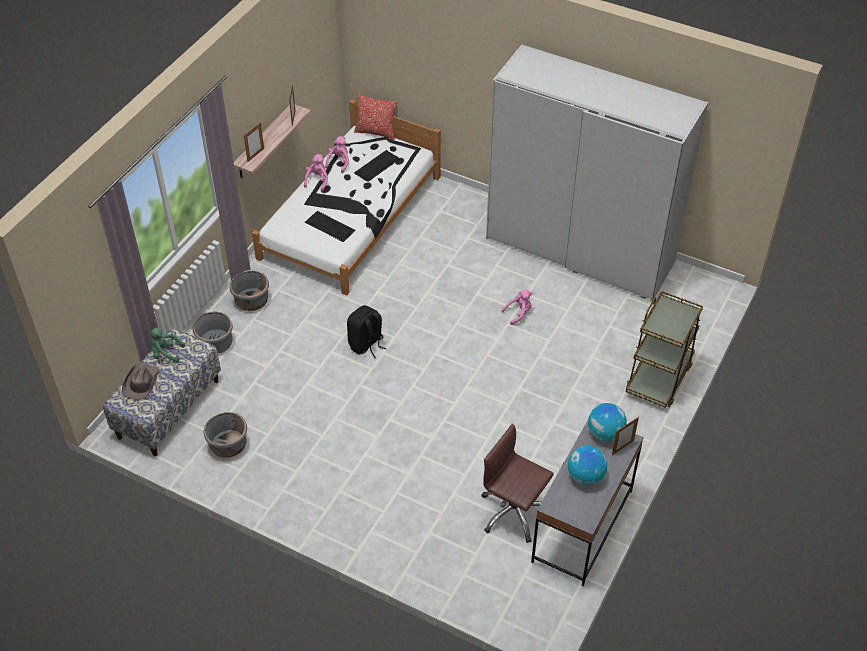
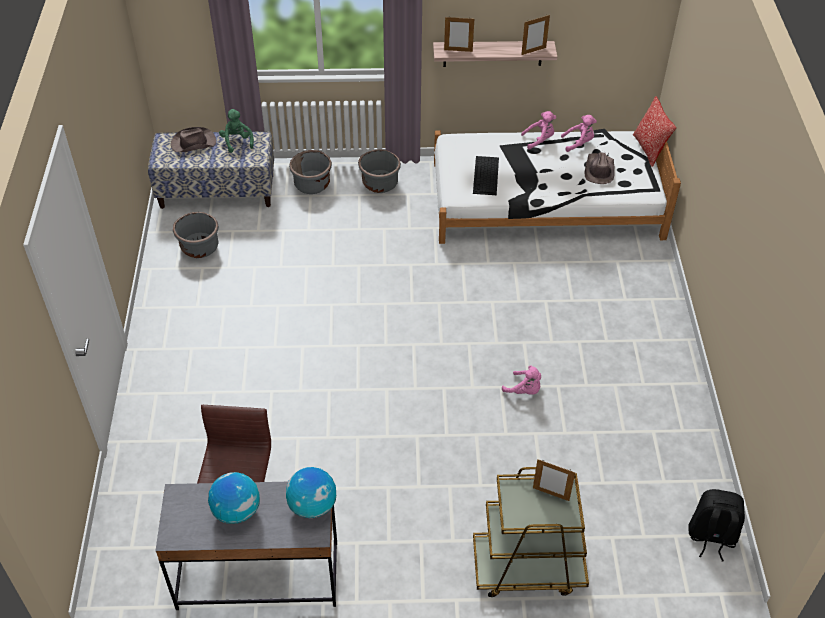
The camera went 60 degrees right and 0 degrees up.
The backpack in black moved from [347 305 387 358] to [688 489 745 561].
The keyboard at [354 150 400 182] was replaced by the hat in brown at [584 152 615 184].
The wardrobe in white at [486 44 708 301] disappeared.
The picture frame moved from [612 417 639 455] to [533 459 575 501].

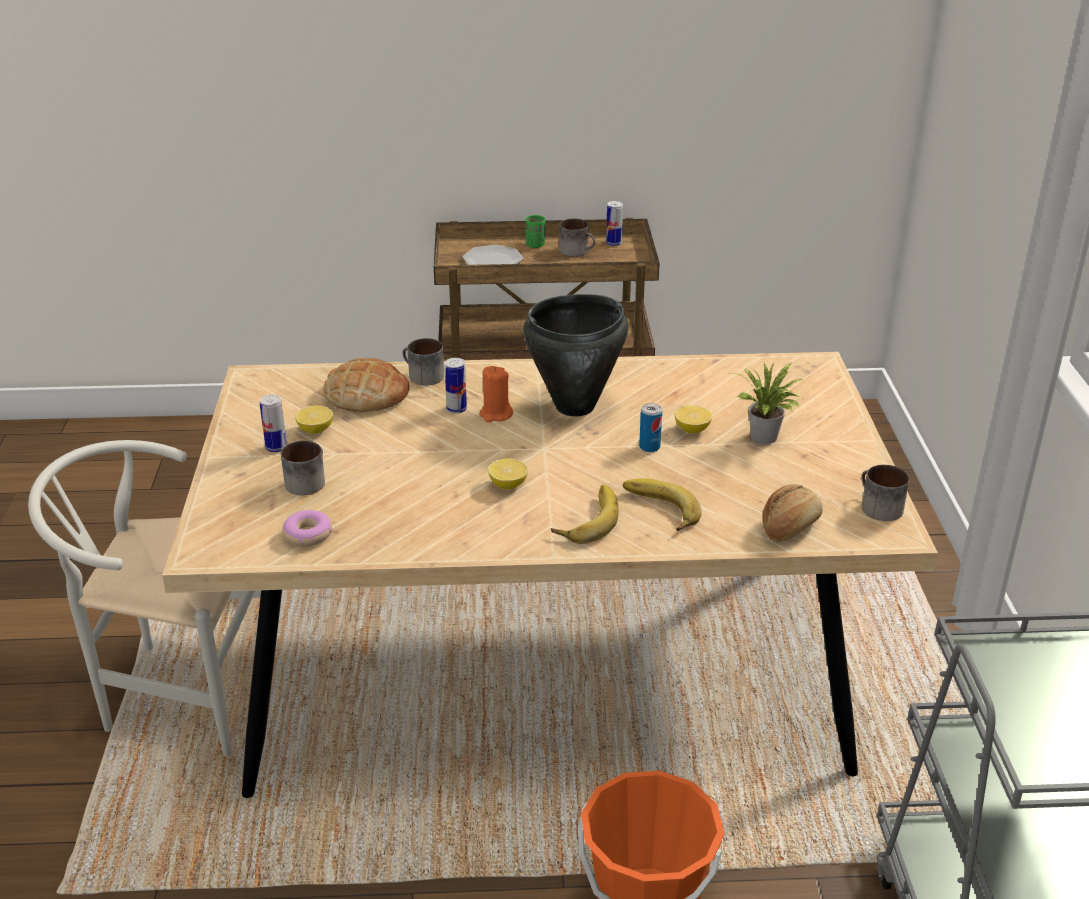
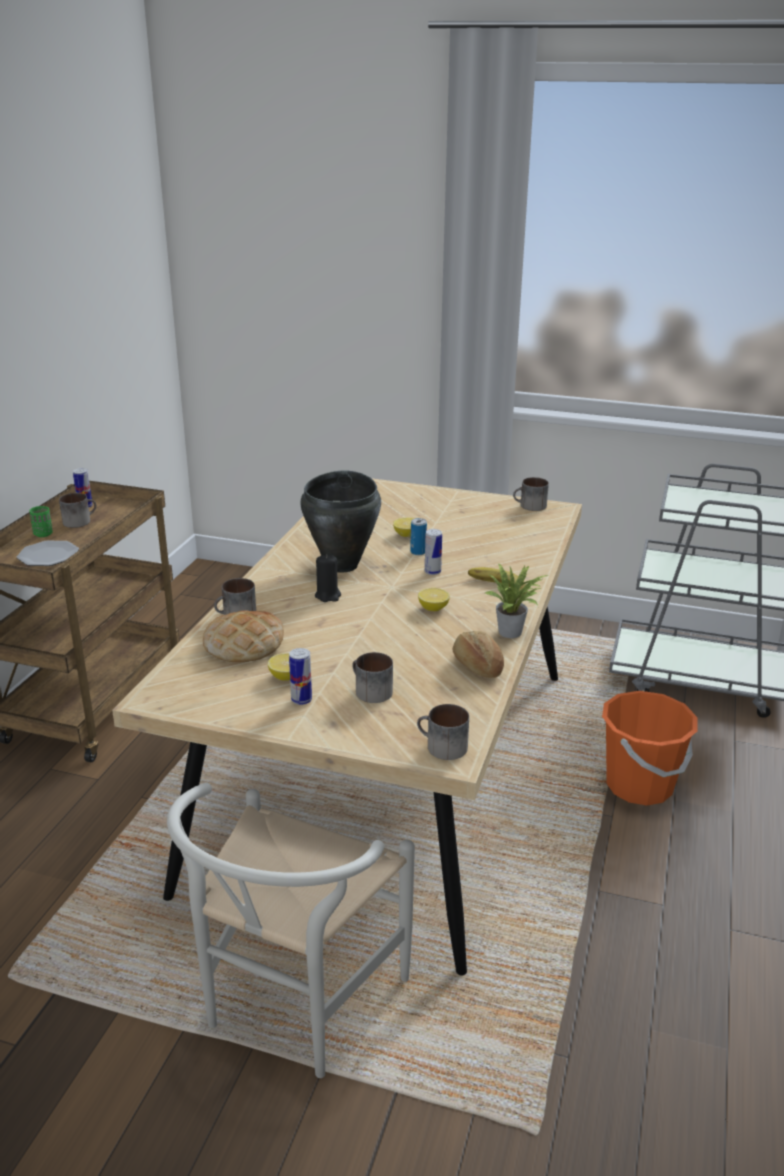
The camera went 70 degrees left and 5 degrees down.
The donut at [282 510 332 546] disappeared.
The can moved from [445 358 467 414] to [425 529 442 575].
The candle in orange at [479 366 513 423] became the candle in black at [315 554 341 602].
The banana at [623 478 702 531] disappeared.
The potted plant moved from [732 362 804 444] to [485 563 548 638].
The bread moved from [763 484 823 542] to [452 631 504 678].
The mug at [417 704 469 760] appeared.

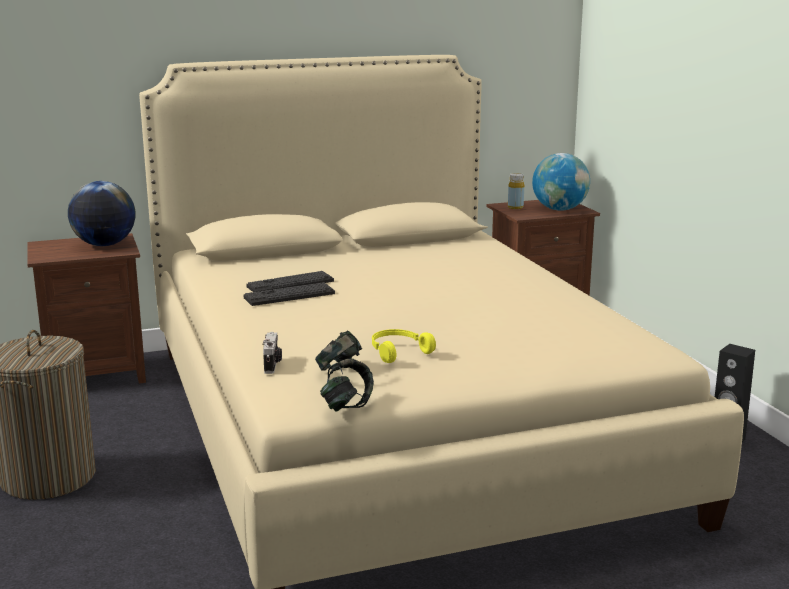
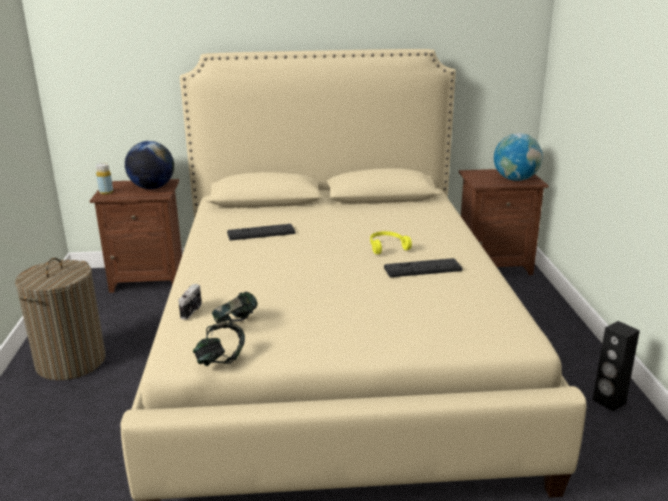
The camera went 15 degrees right and 5 degrees up.
The keyboard moved from [244 282 335 306] to [384 258 462 277].
The headphones in yellow moved from [372 329 436 363] to [370 231 412 254].
The bottle in yellow moved from [508 173 524 209] to [96 163 113 195].

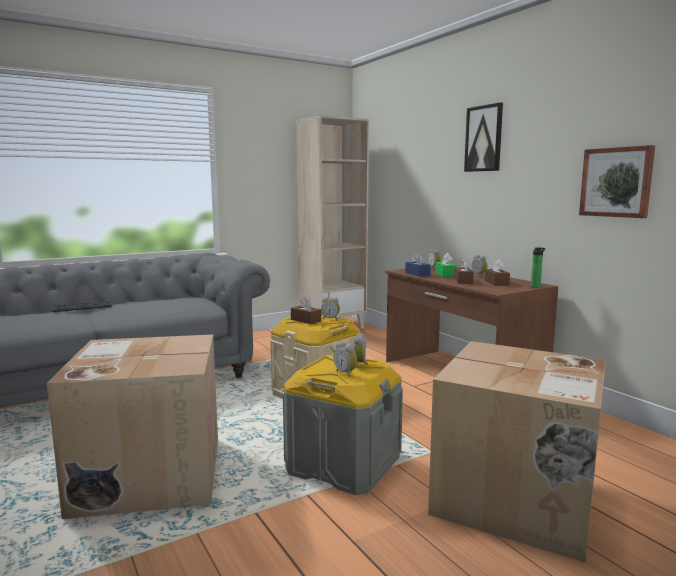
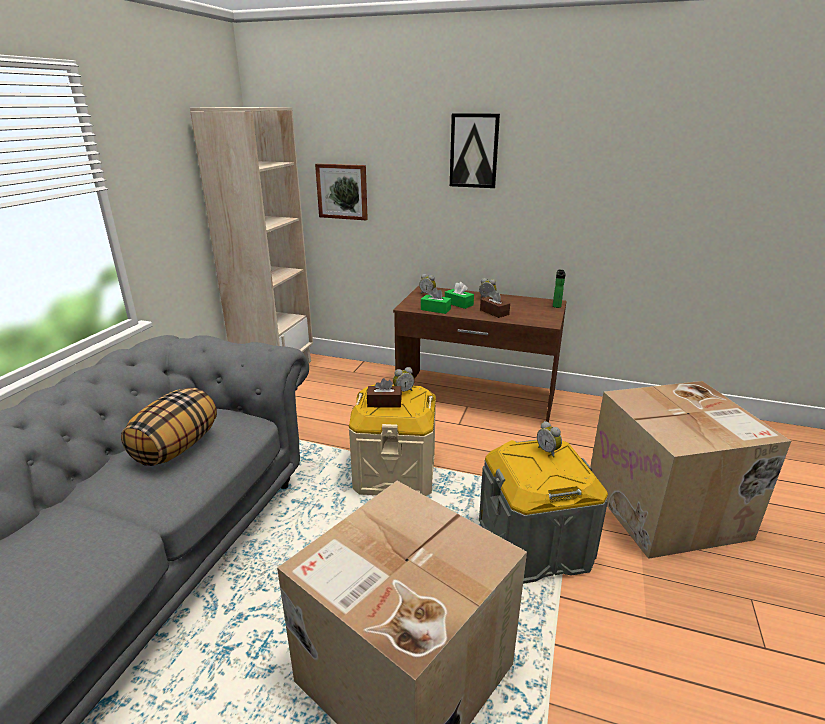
The camera went 40 degrees left and 15 degrees up.
The keyboard at [52 301 112 312] disappeared.
The alarm clock at [334 341 357 377] disappeared.
The tissue box in blue at [405 253 431 277] became the tissue box in green at [421 288 451 314].
The tissue box in brown at [485 259 510 286] disappeared.
The picture moved from [579 145 655 218] to [315 163 368 220].
The pillow at [121 388 217 466] appeared.

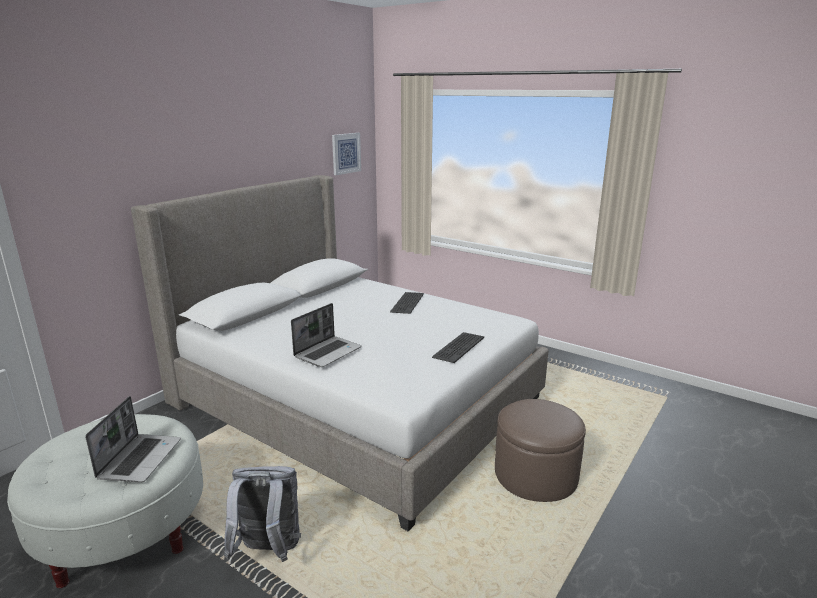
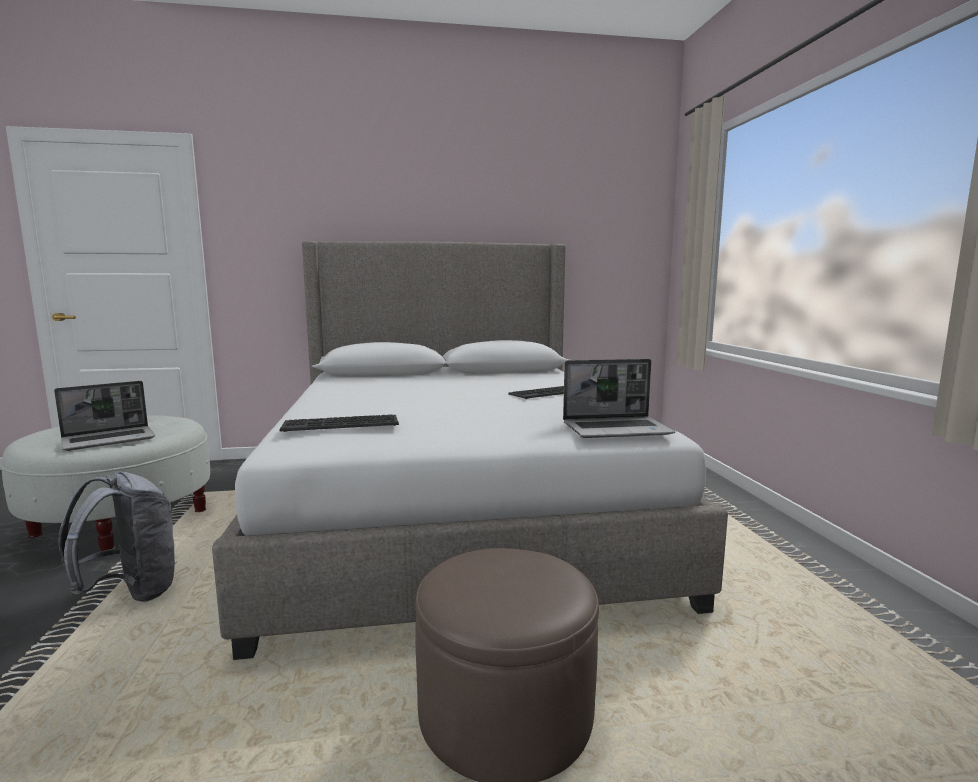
The camera went 45 degrees right and 10 degrees down.
The laptop moved from [291 303 362 367] to [563 359 675 438].
The picture at [332 133 361 175] disappeared.
The keyboard moved from [432 332 484 363] to [279 414 399 432].

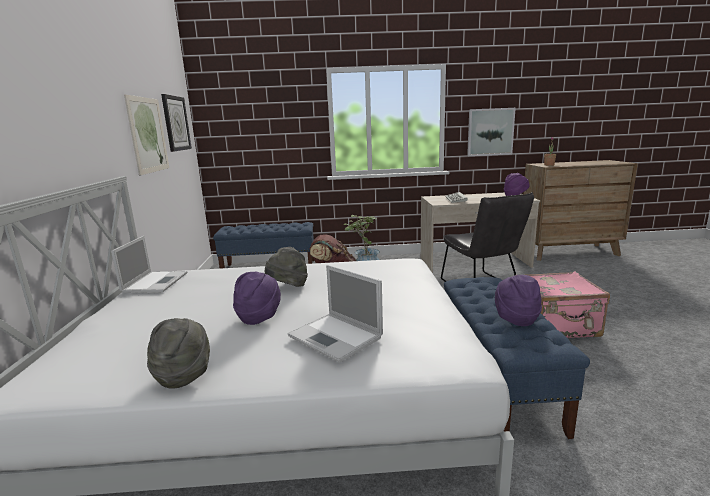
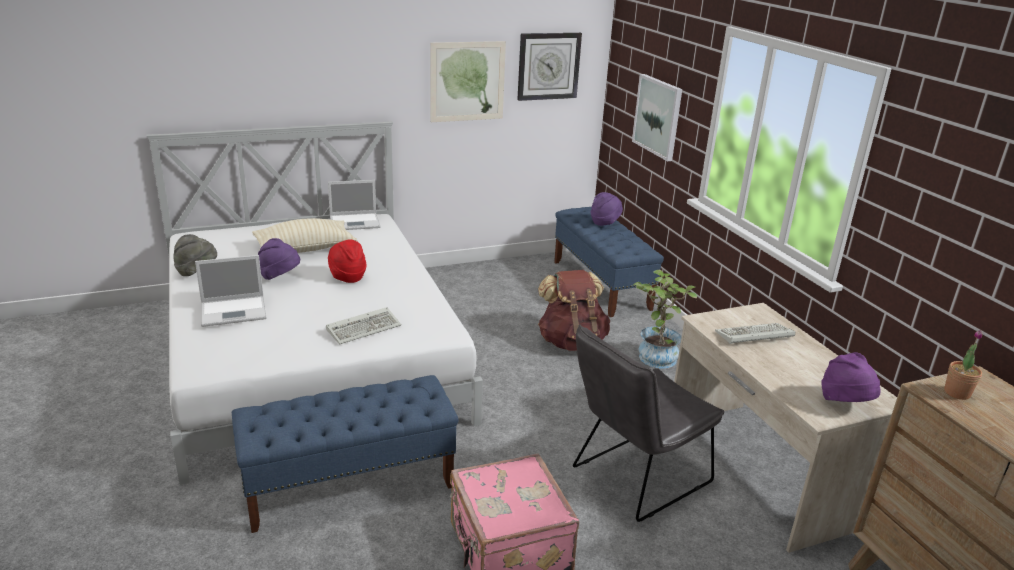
The camera went 70 degrees right and 10 degrees up.
The hat in grey at [265 247 308 287] became the hat in red at [328 239 366 283].
The laptop at [288 265 383 363] turned 135 degrees counterclockwise.
The picture moved from [467 108 516 156] to [632 74 682 161].
The hat in purple moved from [495 275 542 326] to [591 192 623 226].
The pillow in beige at [252 218 357 253] appeared.
The keyboard at [326 307 401 345] appeared.

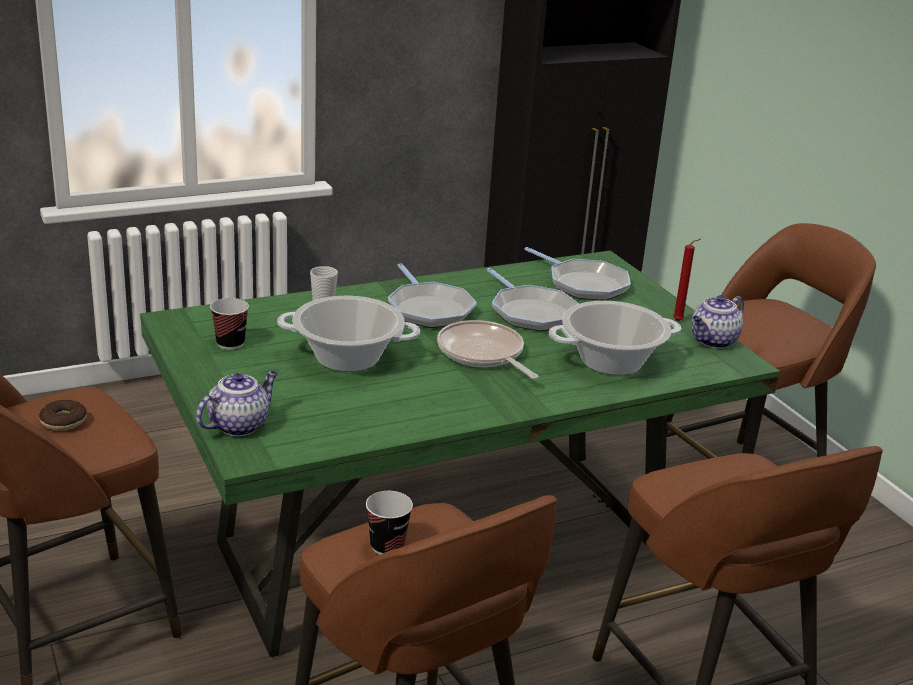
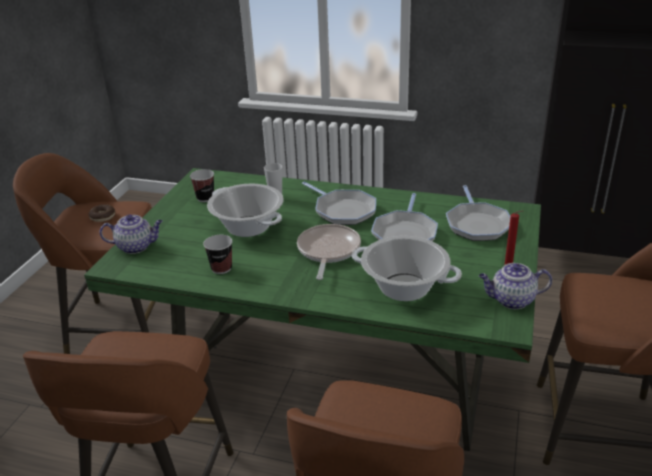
The camera went 45 degrees right and 5 degrees up.
The cup moved from [366 491 413 555] to [203 235 232 274].
The frying pan at [388 263 477 328] turned 60 degrees counterclockwise.

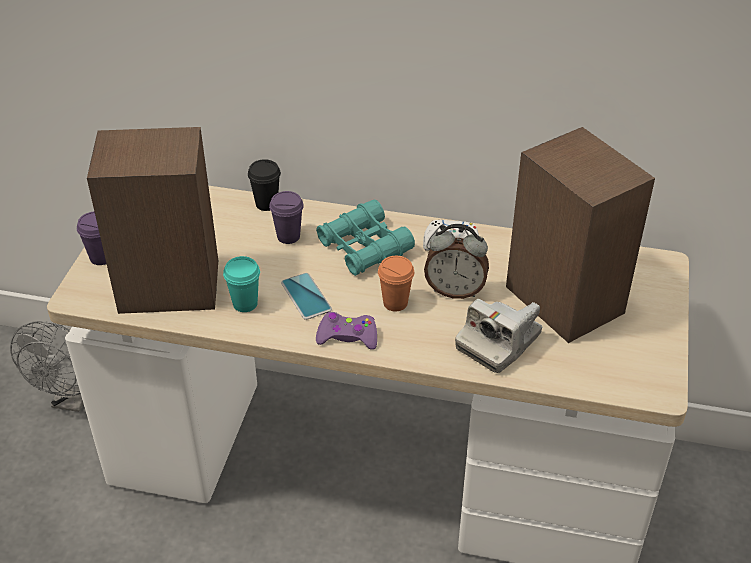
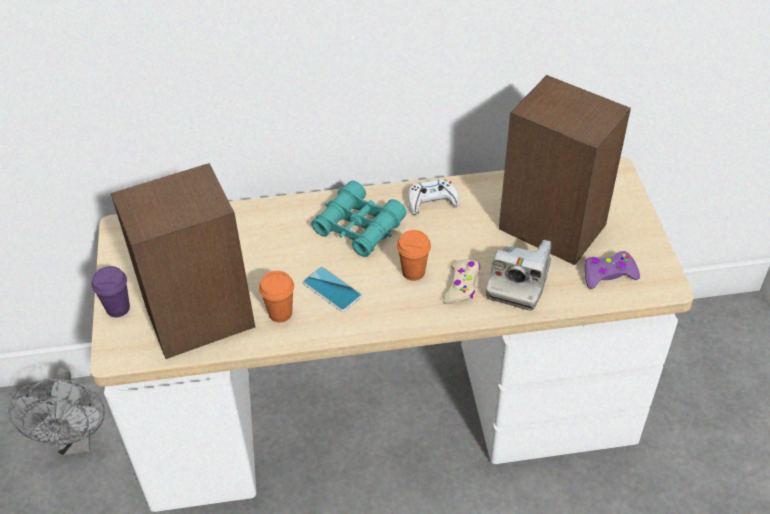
The camera went 20 degrees left and 5 degrees up.
The cup in turquoise at [223 256 260 312] became the cup in orange at [259 271 294 322].
The cup in black at [248 159 281 211] disappeared.
The cup in purple at [269 191 304 244] disappeared.
The game controller in purple moved from [316 312 377 350] to [585 251 640 289].
The alarm clock at [424 224 489 299] disappeared.
The game controller in beige at [443 260 480 304] appeared.

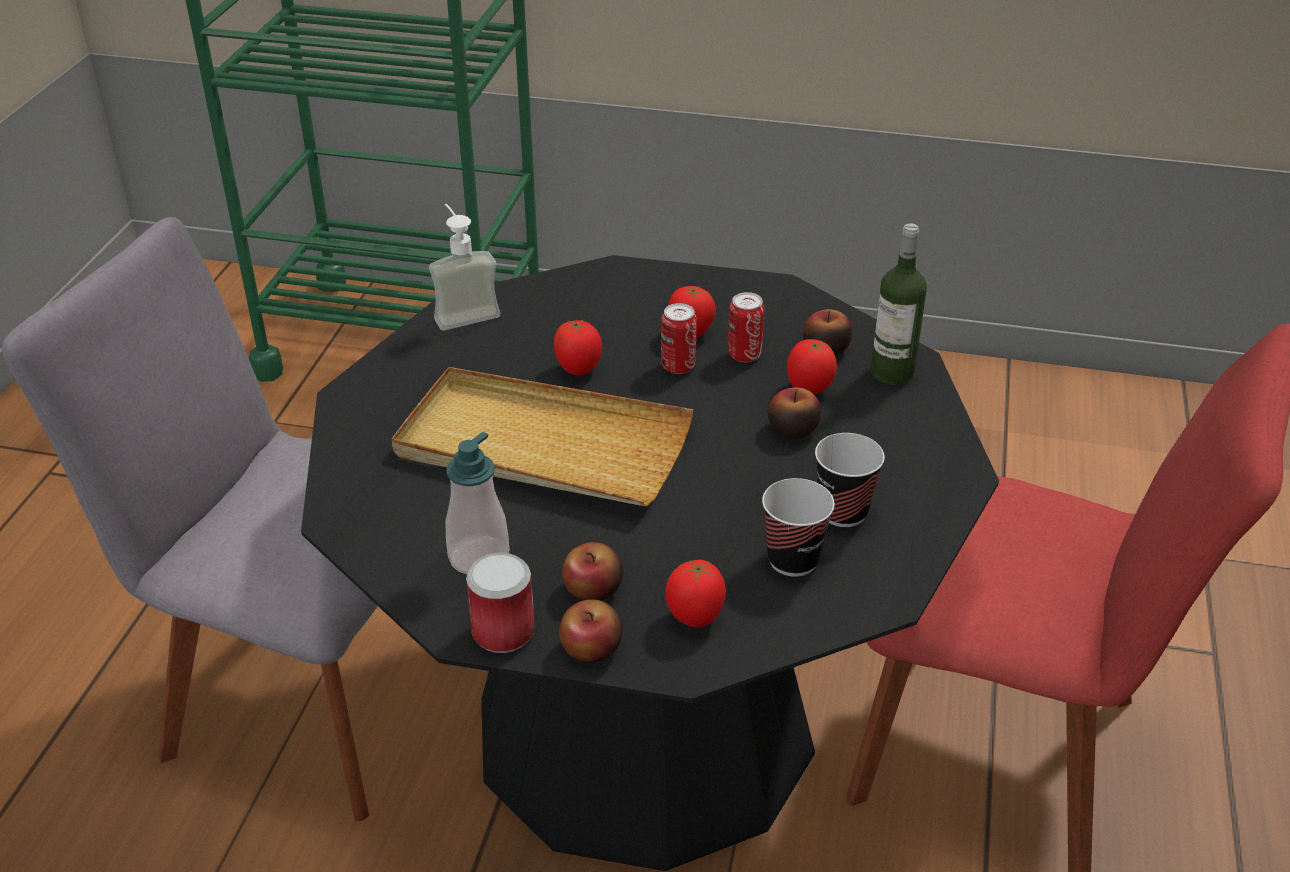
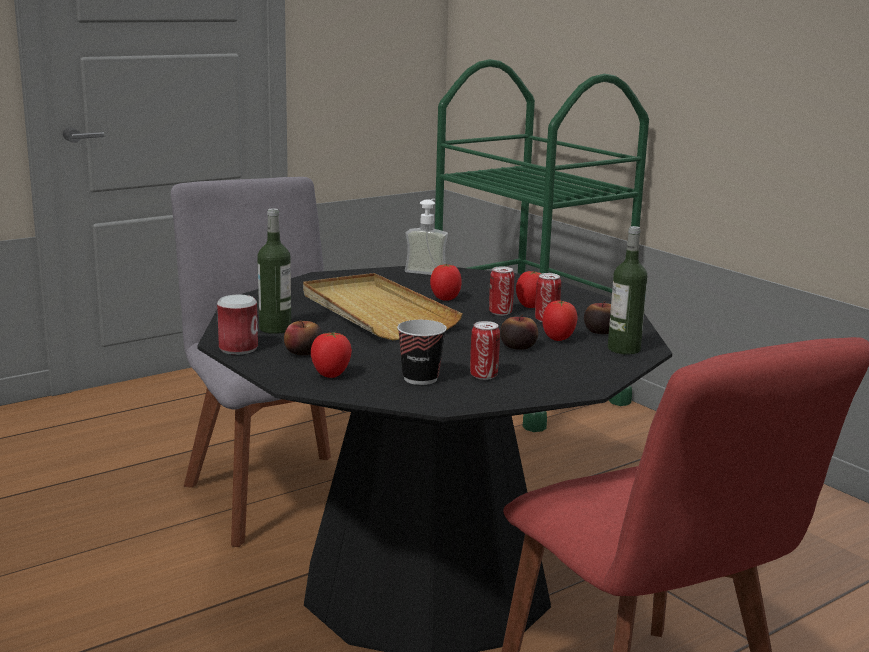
The camera went 40 degrees right and 20 degrees down.
The soap dispenser at [445 432 509 575] was replaced by the bottle at [257 208 291 334].
The apple at [559 599 623 663] disappeared.
The cup at [815 433 885 527] was replaced by the can at [470 321 500 380].

